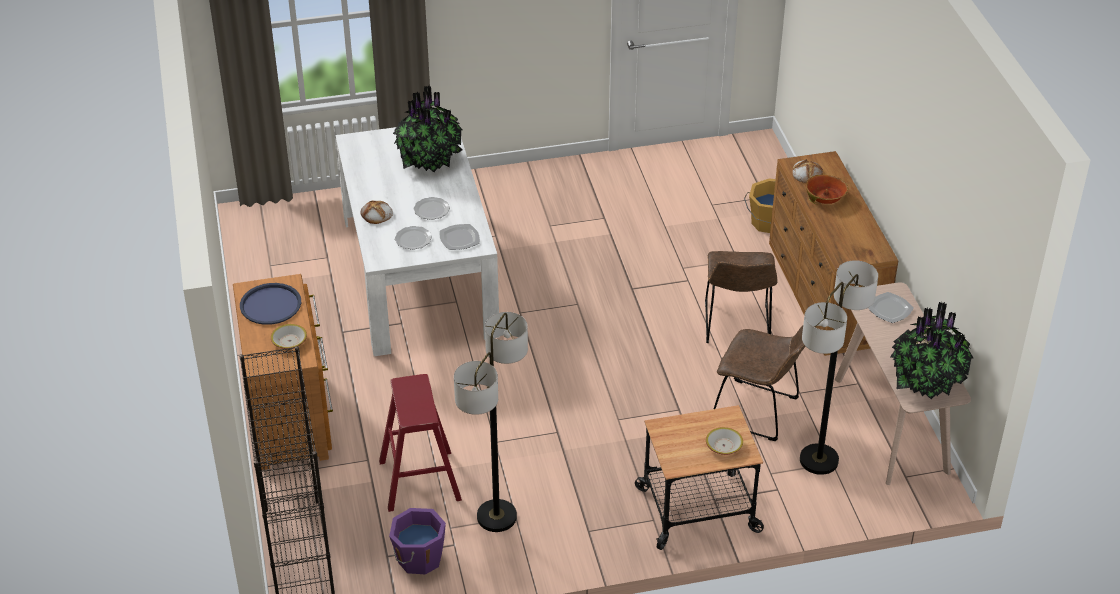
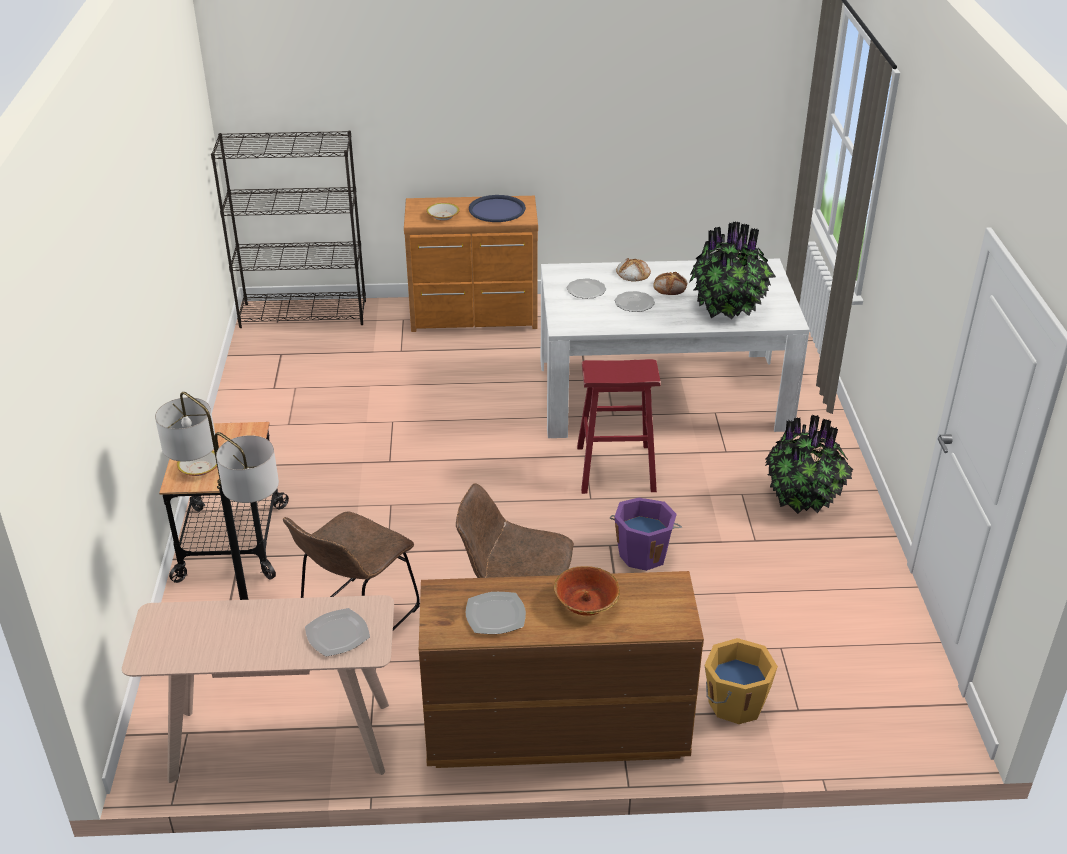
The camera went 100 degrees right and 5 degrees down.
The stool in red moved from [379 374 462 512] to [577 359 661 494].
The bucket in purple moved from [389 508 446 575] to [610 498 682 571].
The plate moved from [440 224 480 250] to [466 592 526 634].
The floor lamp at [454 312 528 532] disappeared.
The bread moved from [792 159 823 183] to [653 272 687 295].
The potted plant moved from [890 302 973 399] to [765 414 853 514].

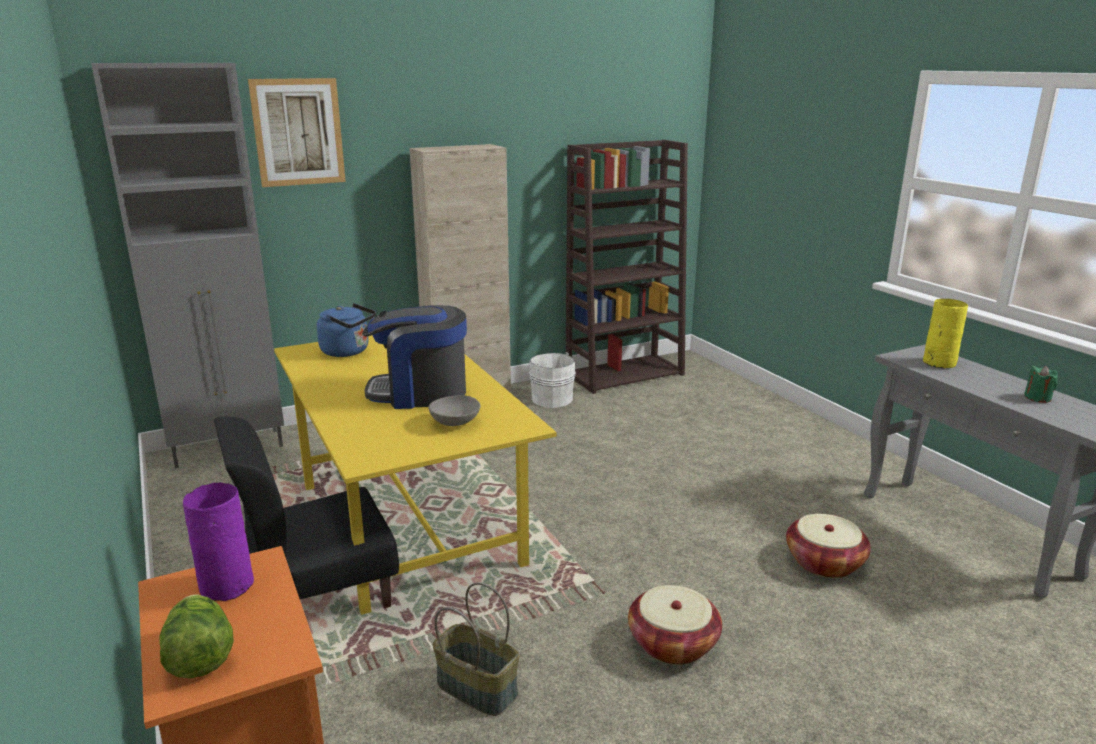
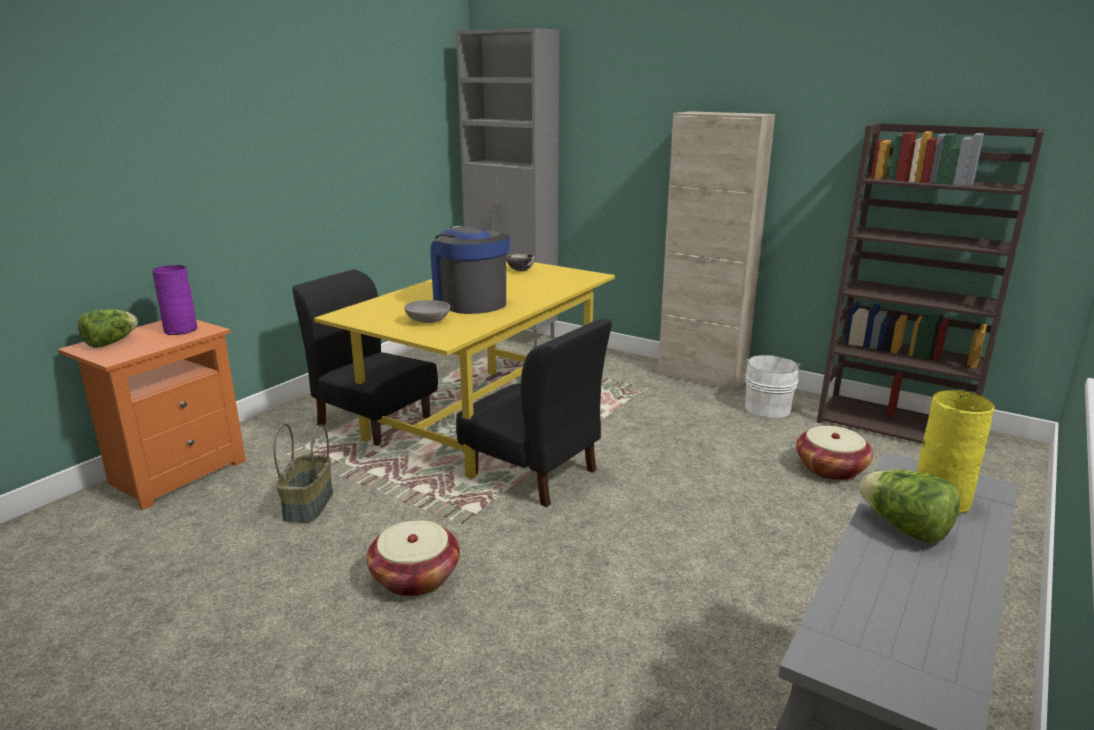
The camera went 60 degrees right and 0 degrees up.
The picture at [248 78 346 187] disappeared.
The kettle in blue at [317 303 376 357] was replaced by the bowl at [506 254 535 271].
The basket moved from [786 514 871 578] to [796 426 873 480].
The candle in green at [1024 366 1058 403] disappeared.
The chair in black at [456 319 612 507] appeared.
The lettuce at [859 469 961 544] appeared.

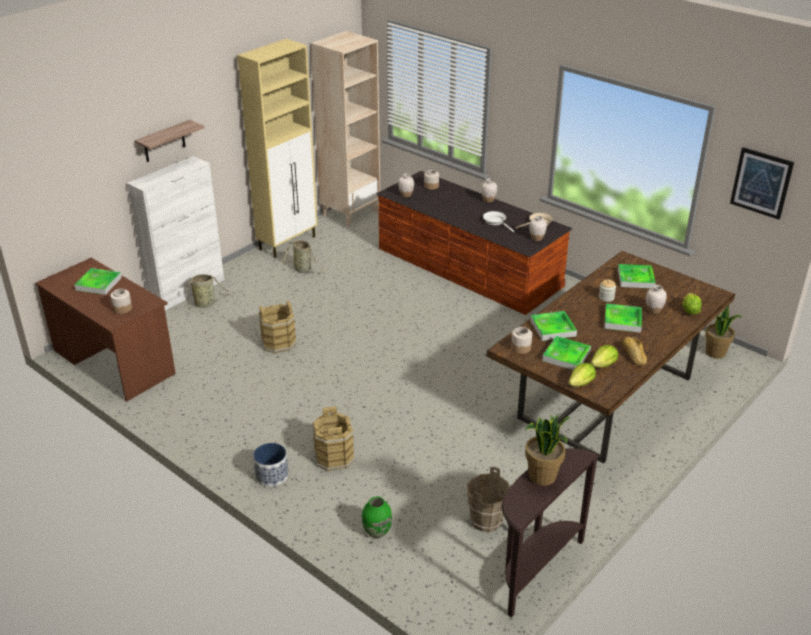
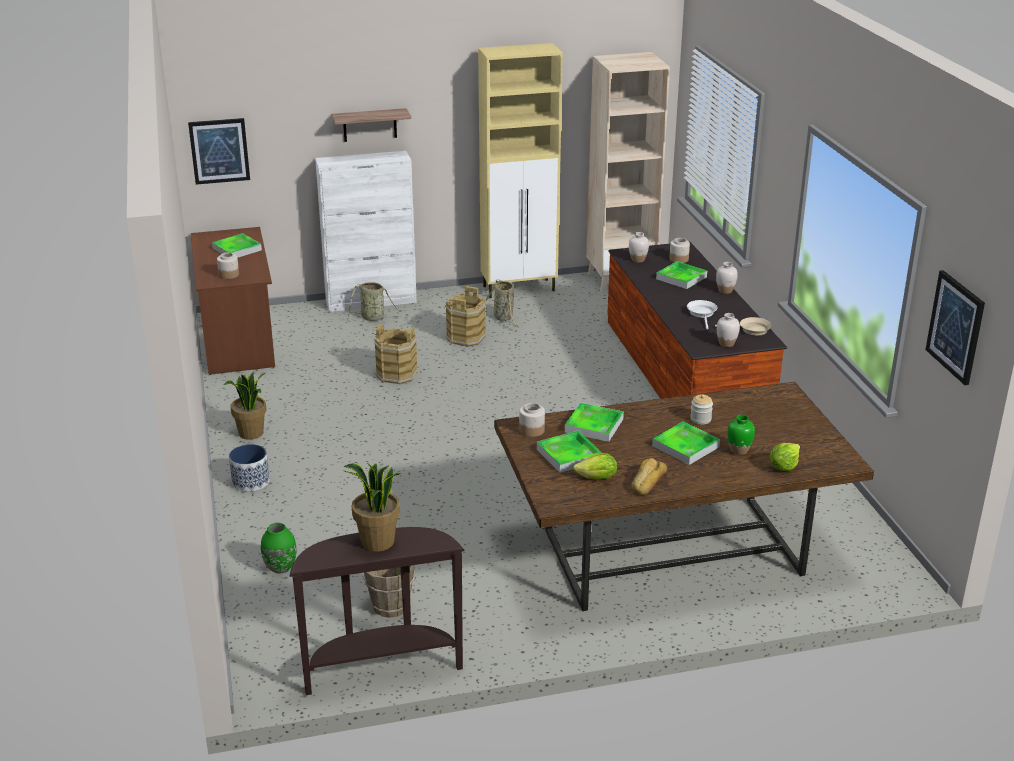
The camera went 35 degrees right and 5 degrees down.
The bucket in brown moved from [312 406 355 471] to [445 286 487 347].
The lettuce at [568 363 596 387] disappeared.
The tray moved from [618 264 656 288] to [656 261 707 289].
The vase in white at [646 285 667 314] became the vase in green at [727 415 755 455].
The potted plant moved from [705 305 743 359] to [224 371 266 440].
The picture at [188 118 250 185] appeared.

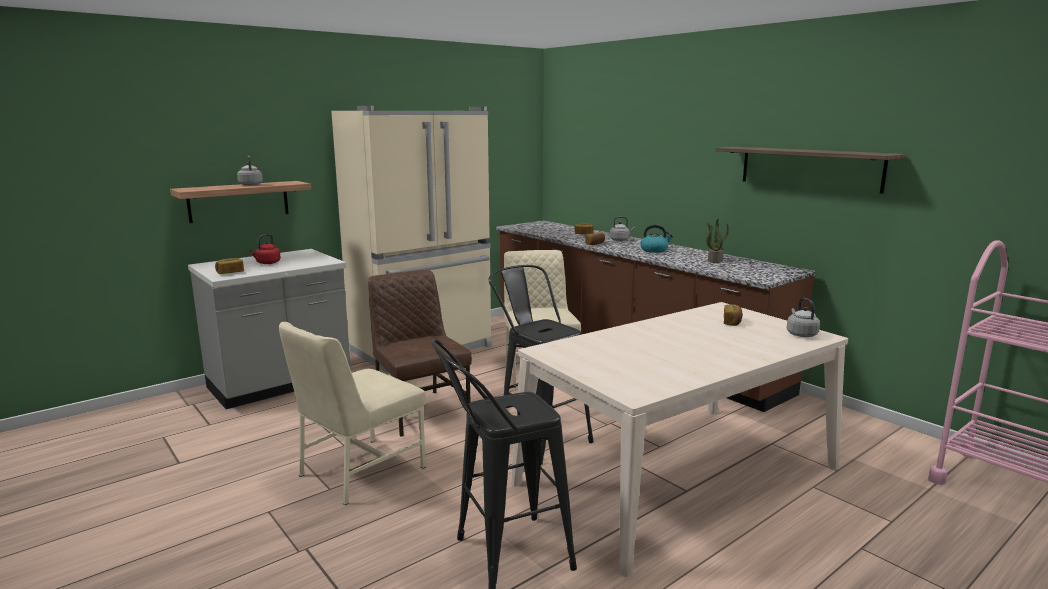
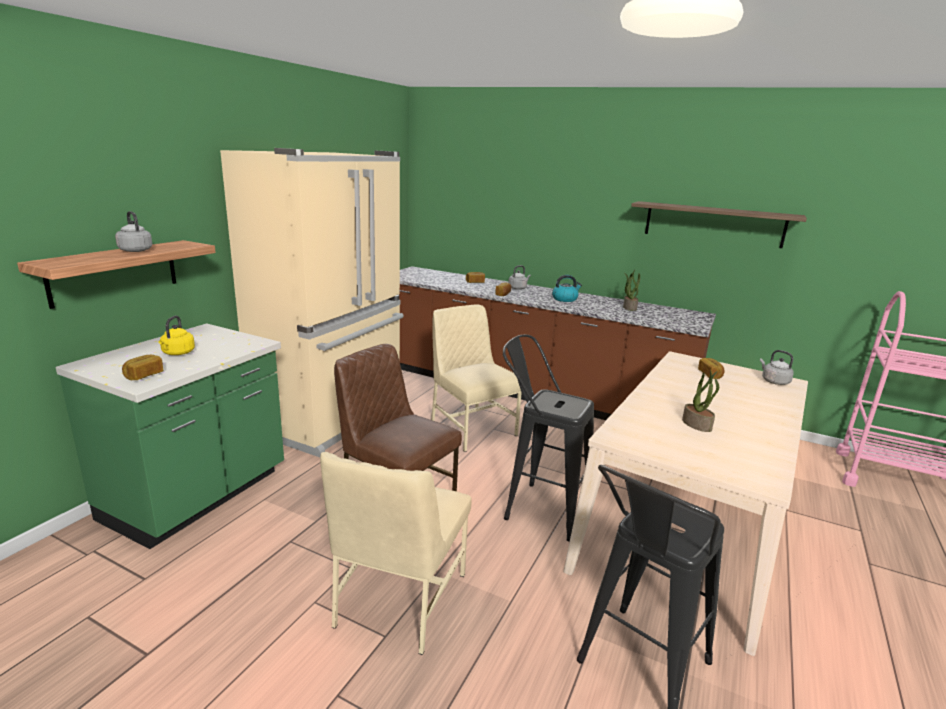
The camera went 25 degrees left and 5 degrees up.
The counter in grey at [188 249 351 409] became the counter in green at [56 324 284 549].
The kettle in red at [250 234 281 264] became the kettle in yellow at [158 316 195 355].
The potted plant at [682 370 719 432] appeared.

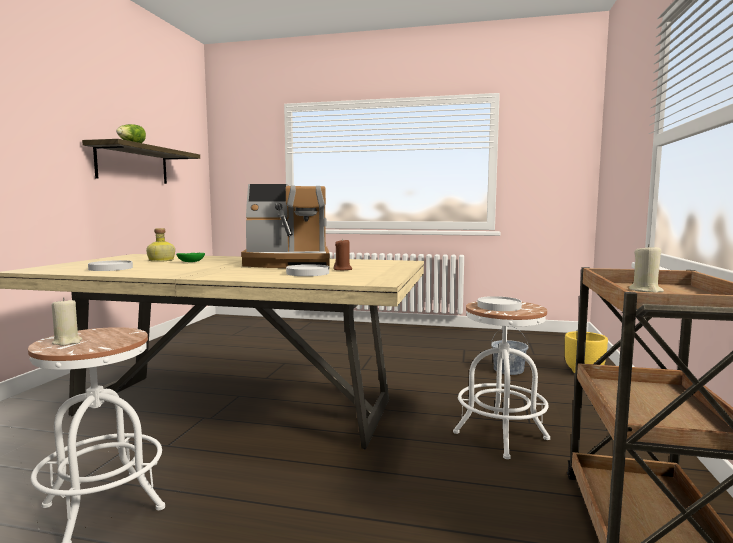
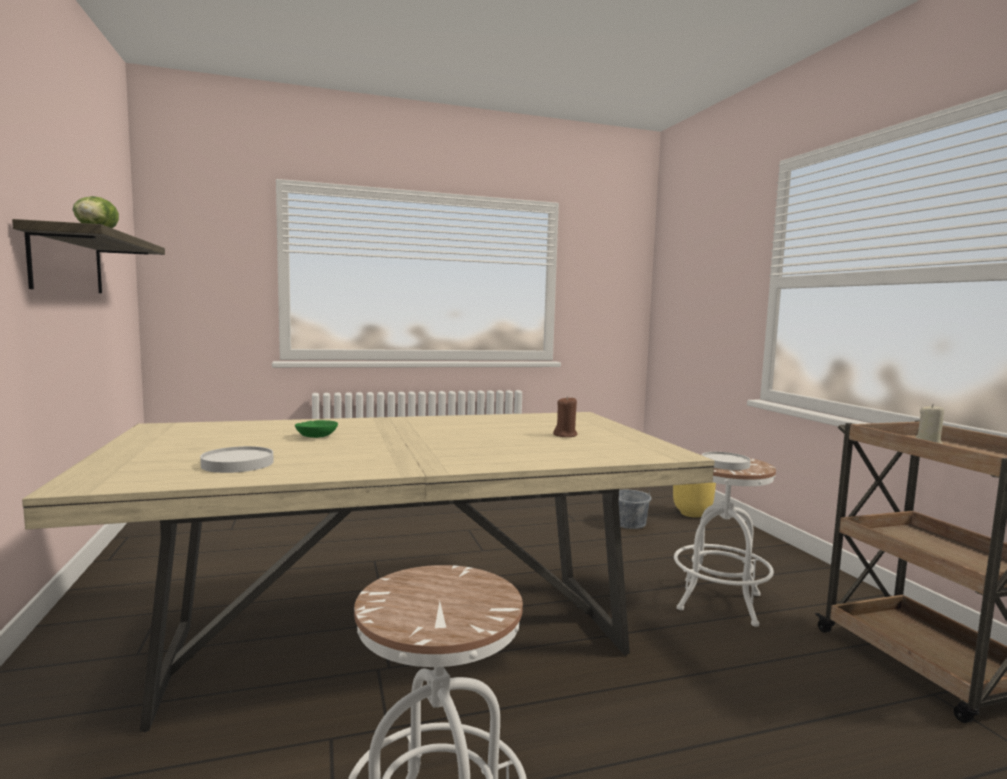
The camera went 30 degrees left and 0 degrees up.
The candle in beige at [52 297 82 346] disappeared.
The bottle at [146 228 175 262] disappeared.
The coffee machine at [241 184 330 268] disappeared.
The plate in white at [286 264 329 276] disappeared.

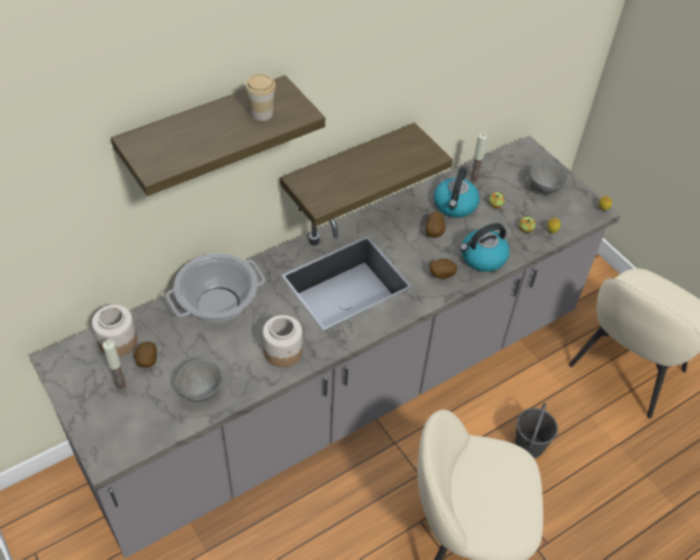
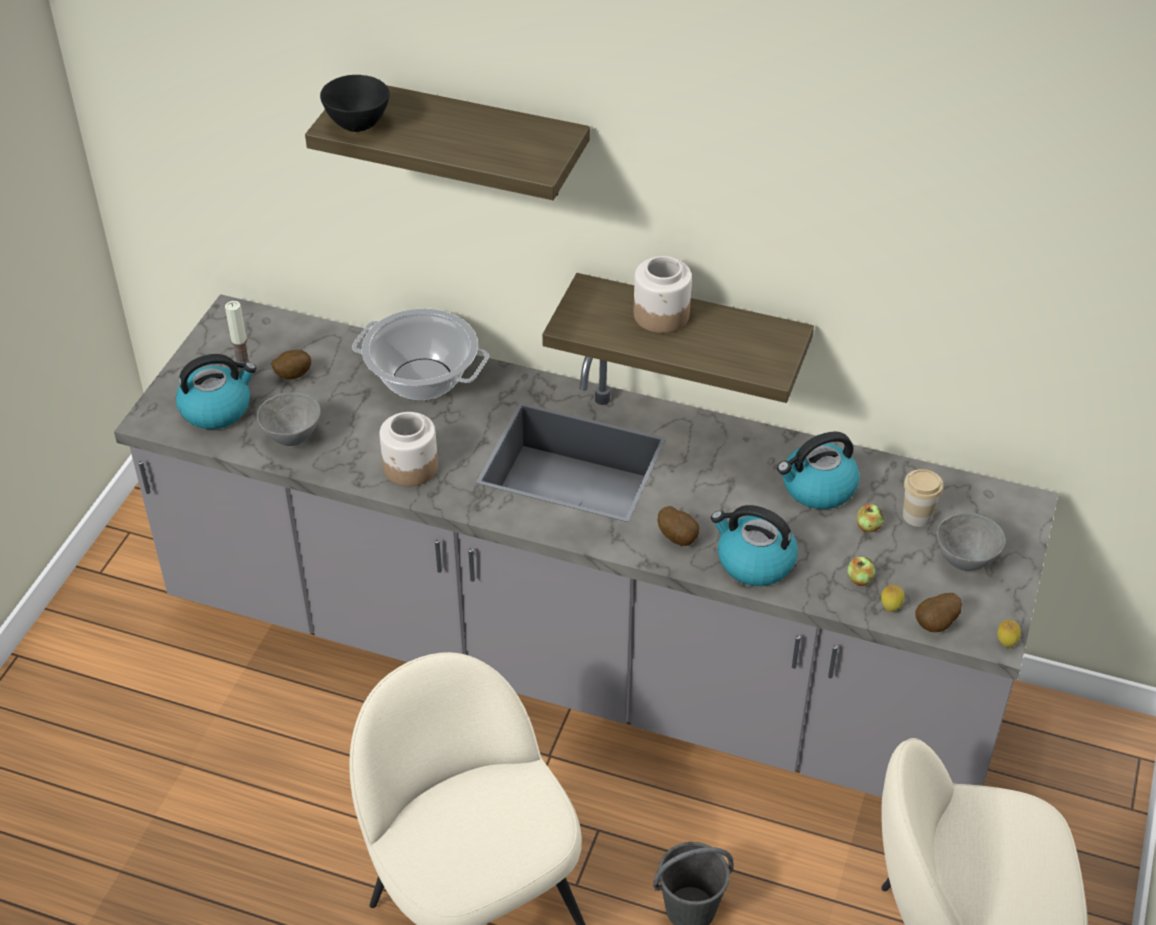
The camera went 55 degrees right and 5 degrees down.
The jar moved from [92 305 137 357] to [634 256 692 333].
The cup moved from [245 74 276 121] to [903 469 943 527].
The potato moved from [426 212 445 238] to [915 593 962 632].
The candle at [469 133 488 183] disappeared.
The kettle at [176 354 256 429] appeared.
The bowl in black at [320 75 390 132] appeared.

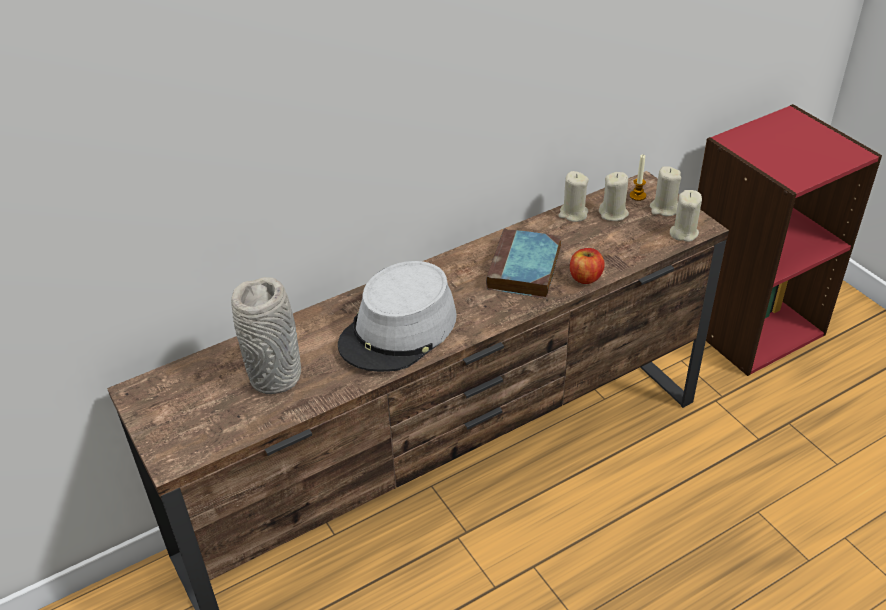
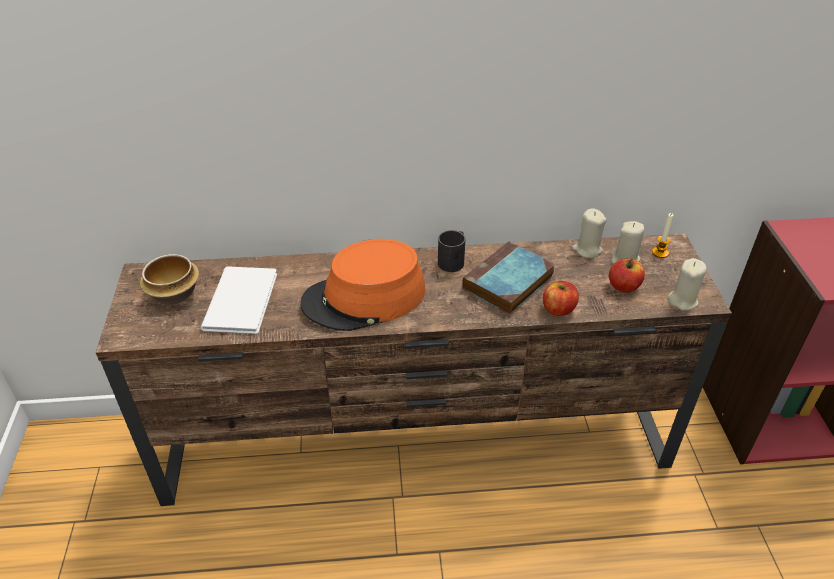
The camera went 25 degrees right and 0 degrees up.
The vase in grey at [231 277 301 394] was replaced by the book in white at [200 266 277 334].
The hat in grey at [338 261 457 372] became the hat in orange at [300 239 426 331].
The candle in beige at [650 166 681 216] disappeared.
The bowl at [140 254 199 305] appeared.
The mug in black at [438 230 465 272] appeared.
The apple at [609 259 645 293] appeared.

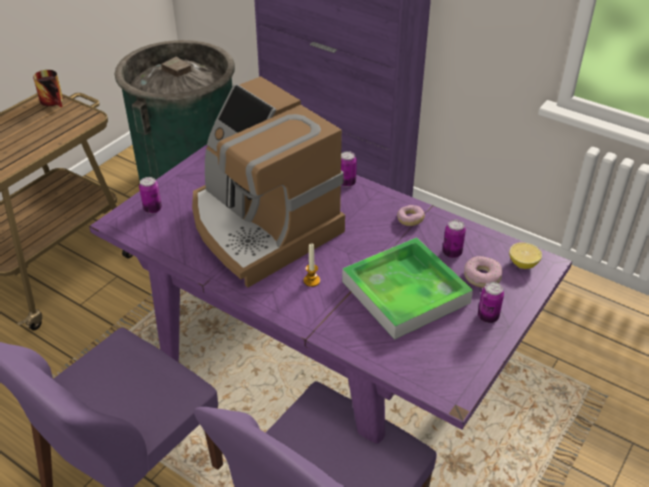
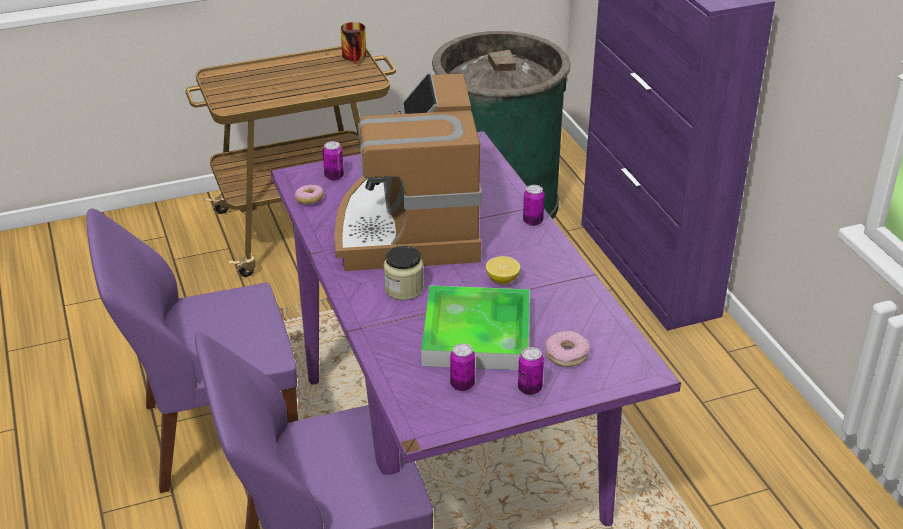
The camera went 35 degrees right and 5 degrees down.
The candle at [304 243 320 287] was replaced by the jar at [384 246 424 300].
The donut moved from [397 205 425 226] to [294 185 324 204].
The can moved from [443 220 466 258] to [450 343 475 391].
The lemon moved from [509 242 542 269] to [486 256 520 284].

